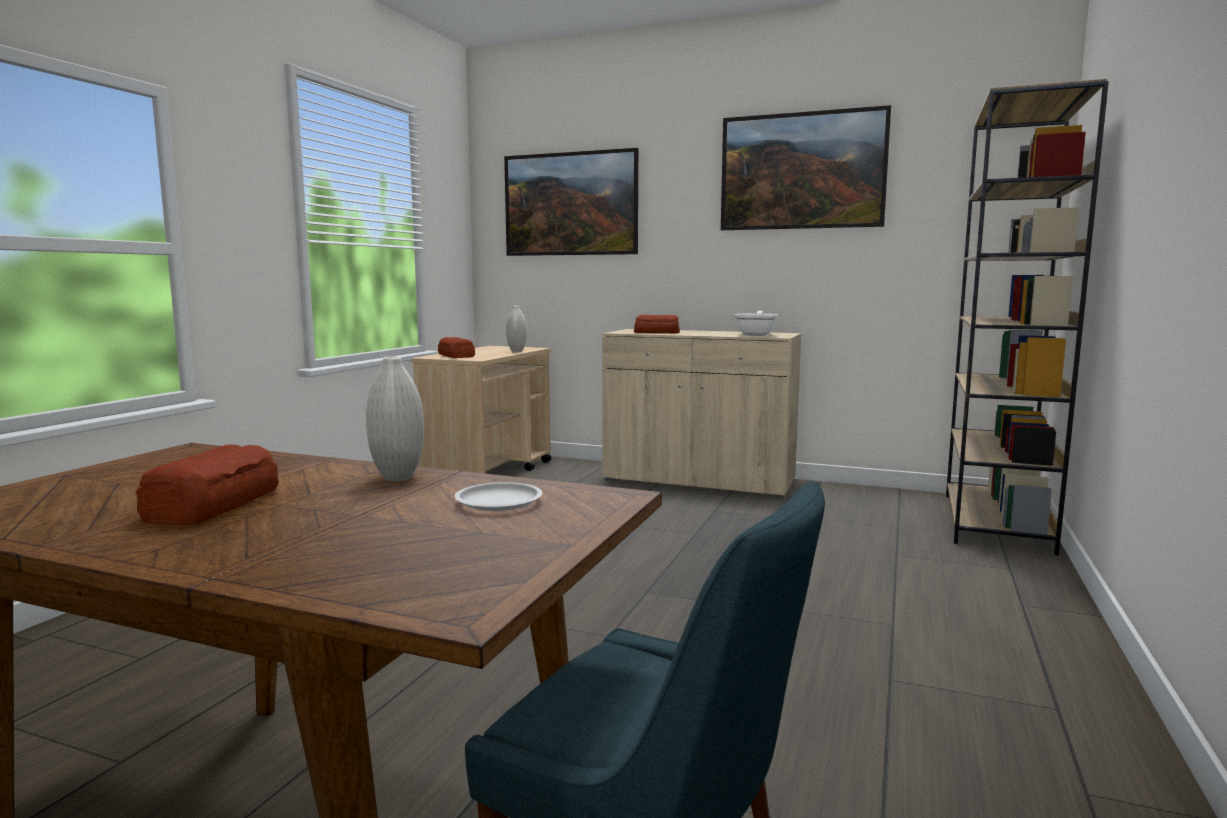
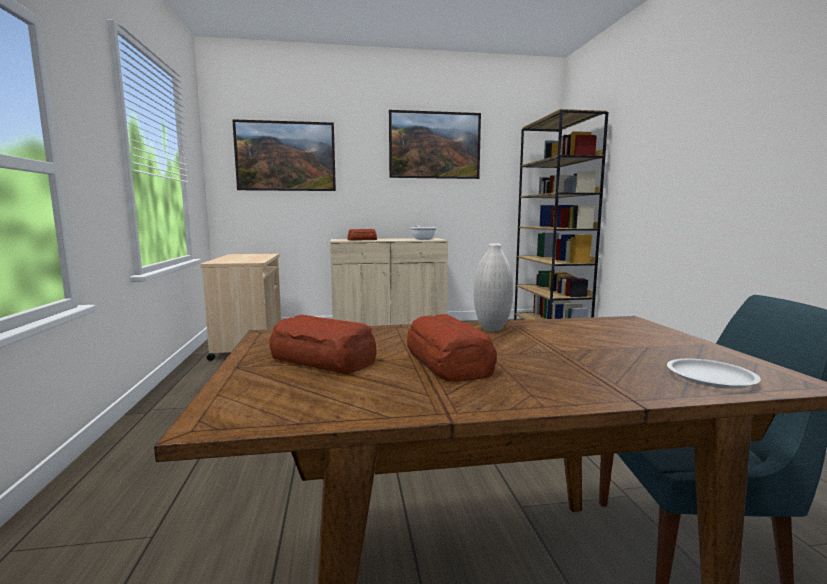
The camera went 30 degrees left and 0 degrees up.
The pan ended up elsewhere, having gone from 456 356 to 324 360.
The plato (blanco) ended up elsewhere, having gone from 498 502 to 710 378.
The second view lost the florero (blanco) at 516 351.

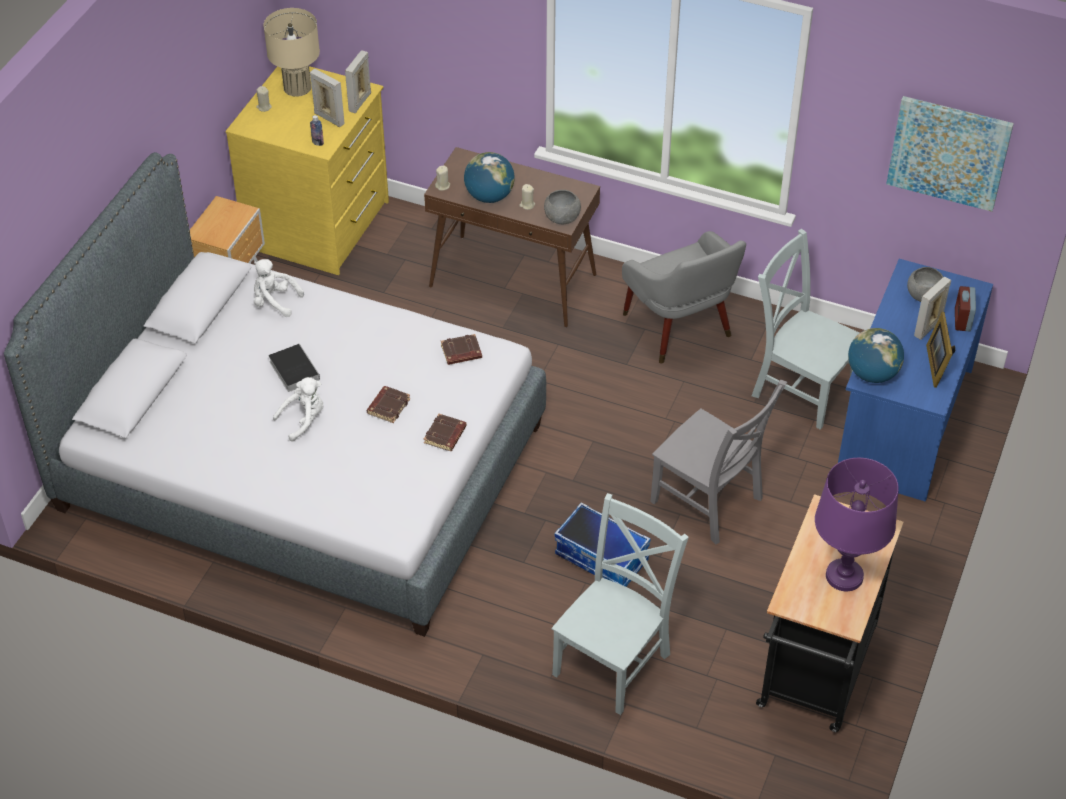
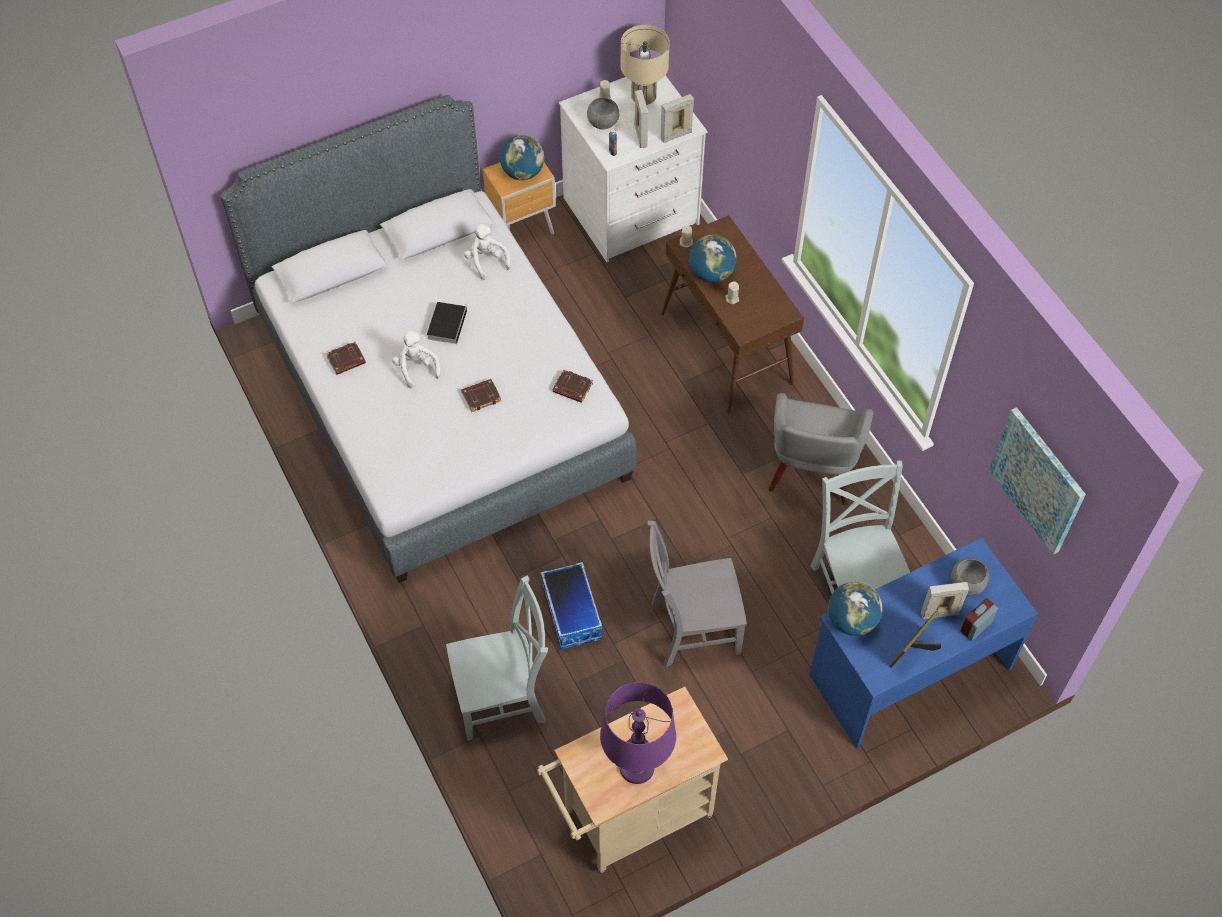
The camera went 40 degrees right and 10 degrees up.
The libro (marrón) ended up elsewhere, having gone from 445 435 to 346 361.
The peluche (blanco) at 304 420 ended up facing another way, 120 degrees counterclockwise from before.
The second view gained the globo terráqueo at 522 172.
What was the carrito (negro) at 815 675 turned into the carrito (beis) at 630 818.
What was the cómoda (amarillo) at 319 225 turned into the cómoda (blanco) at 631 212.
The cuenco (gris) ended up elsewhere, having gone from 562 218 to 603 122.
The silla (gris) at 709 503 ended up facing another way, 90 degrees clockwise from before.

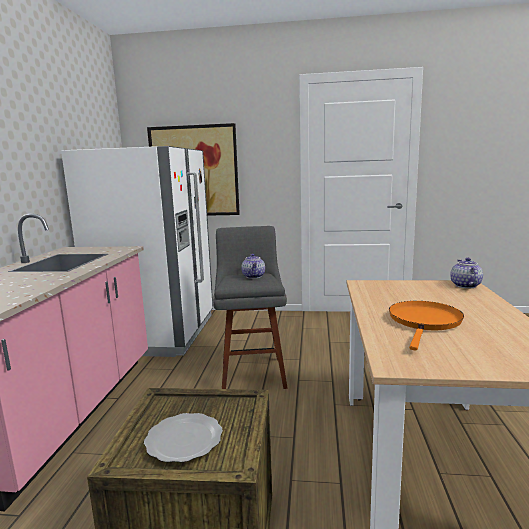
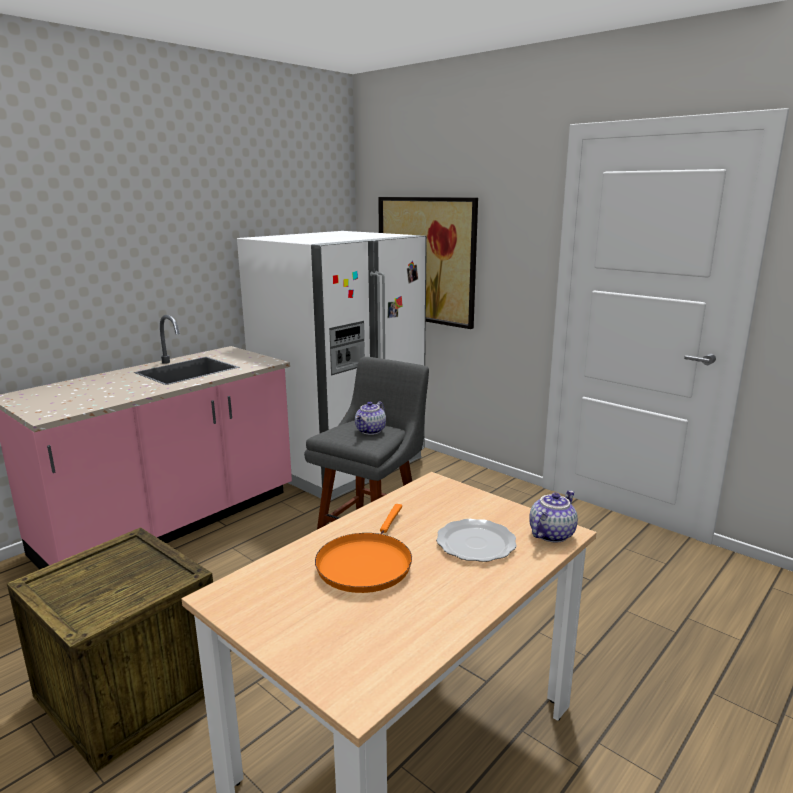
The camera went 35 degrees right and 5 degrees up.
The sartén (naranja) at 424 322 ended up facing another way, 135 degrees clockwise from before.
The plato ended up elsewhere, having gone from 184 440 to 475 544.

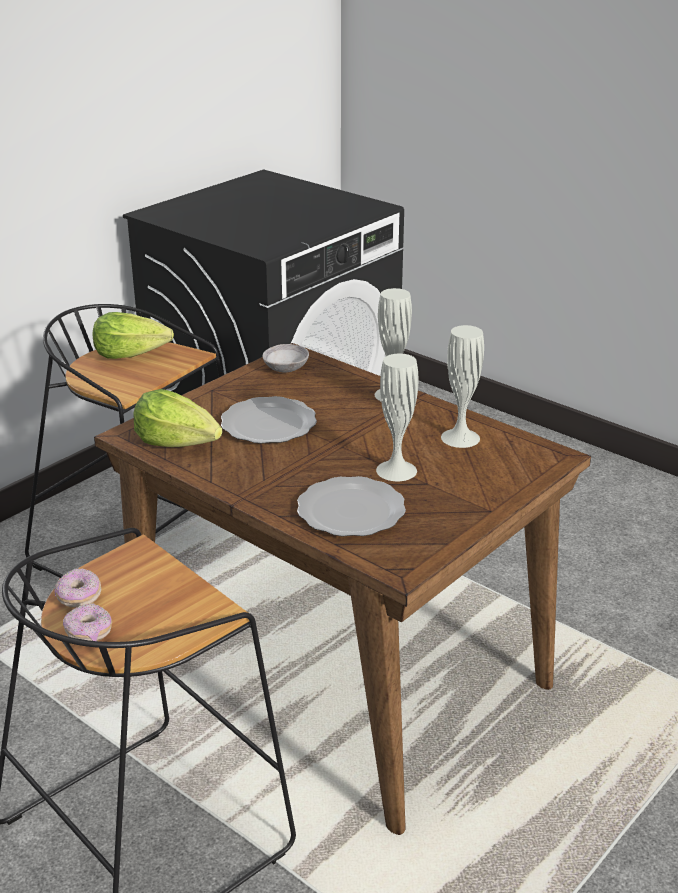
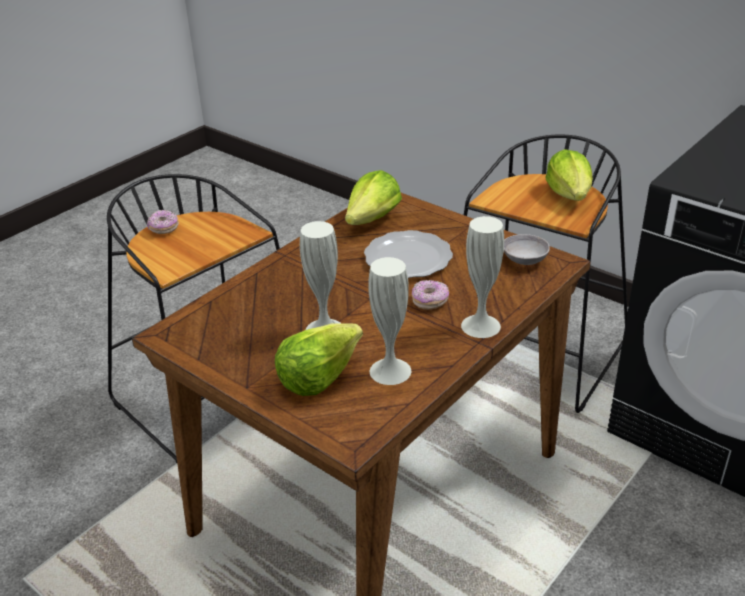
The camera went 90 degrees right and 5 degrees up.
The second view gained the lechuga at 318 375.
The rosquilla ended up elsewhere, having gone from 79 597 to 430 301.
The second view lost the plato at 350 510.

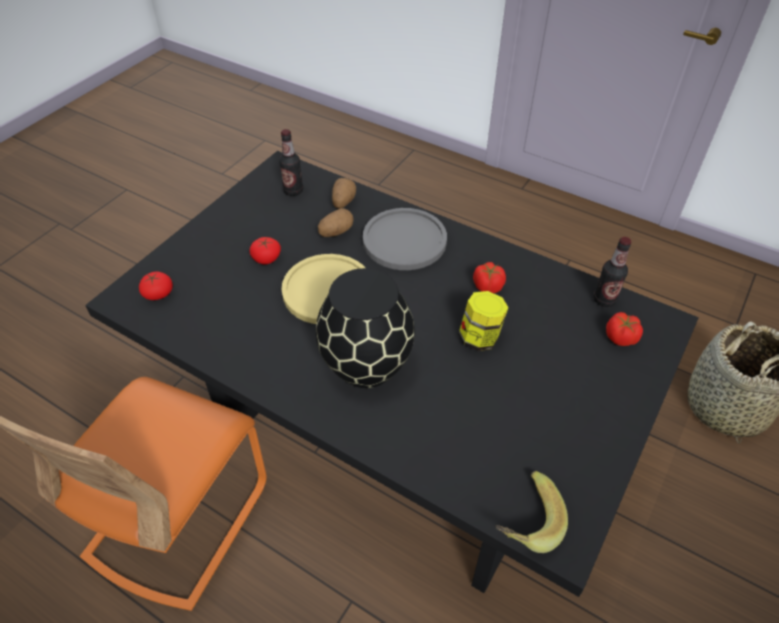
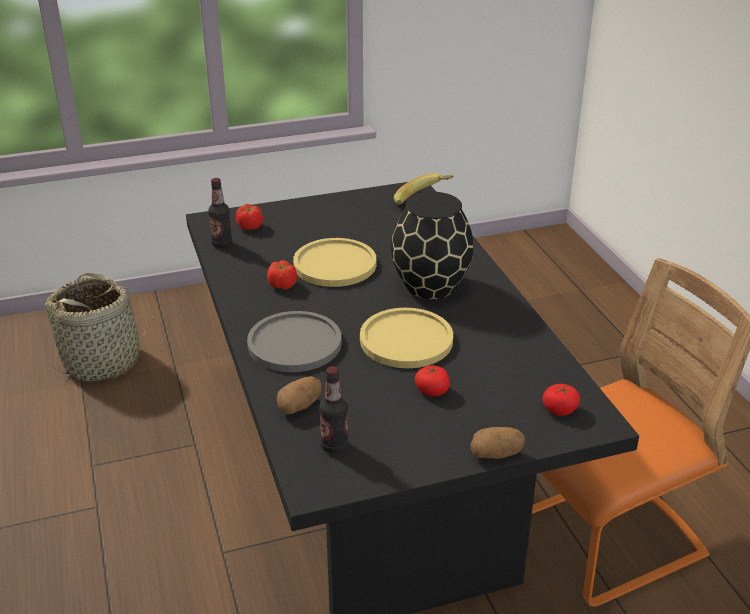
The camera went 140 degrees left and 15 degrees down.
Where the tarro stood at 480 337, the plato (amarillo) came to stand at 335 264.
The patata ended up elsewhere, having gone from 336 232 to 496 454.

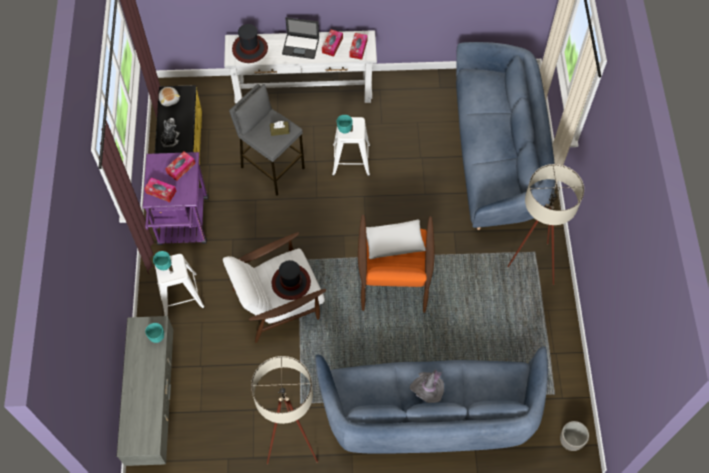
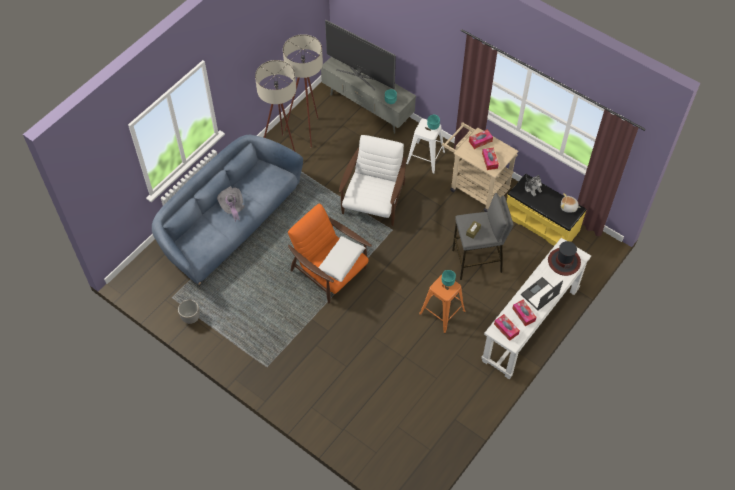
The camera went 130 degrees right and 5 degrees down.
The maceta ended up elsewhere, having gone from 570 441 to 191 318.
The lámpara de pie (beis) ended up elsewhere, having gone from 530 265 to 307 129.
The second view gained the televisor at 360 75.
What was the taburete (blanco) at 350 159 turned into the taburete (naranja) at 442 312.
What was the carrito (morado) at 183 226 turned into the carrito (beis) at 475 187.
The second view lost the sombrero at 290 282.
The second view lost the sofá (azul) at 497 157.

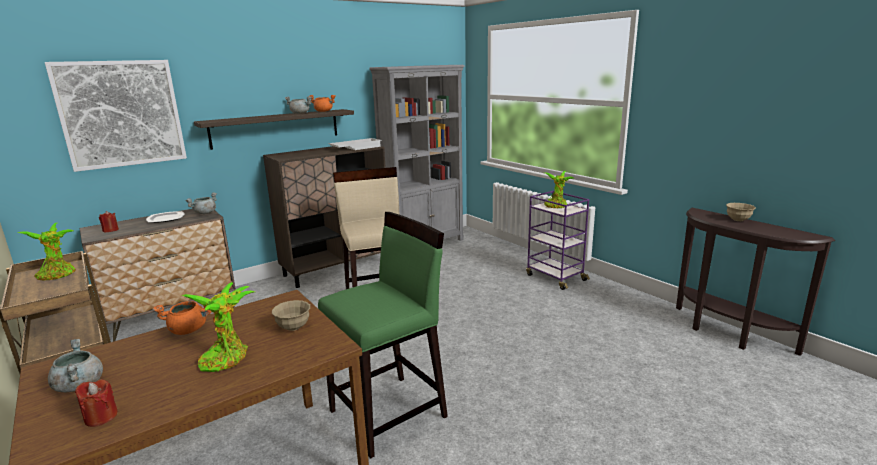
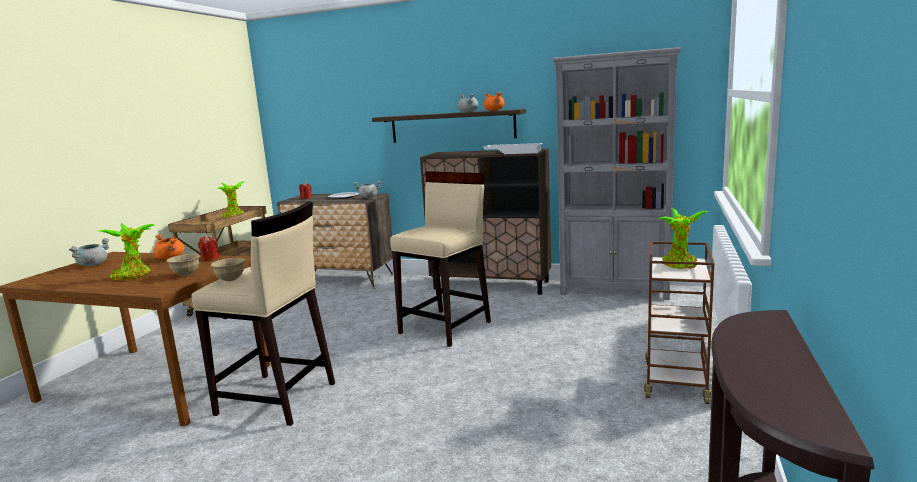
The camera went 55 degrees right and 5 degrees down.
What was the taburete (verde) at 389 413 turned into the taburete (beis) at 277 399.
The vela (rojo) ended up elsewhere, having gone from 101 417 to 210 258.
The cuenco (beis) ended up elsewhere, having gone from 738 220 to 230 279.
What was the carrito (morado) at 555 277 turned into the carrito (marrón) at 675 381.
The second view lost the cuadro at 121 114.

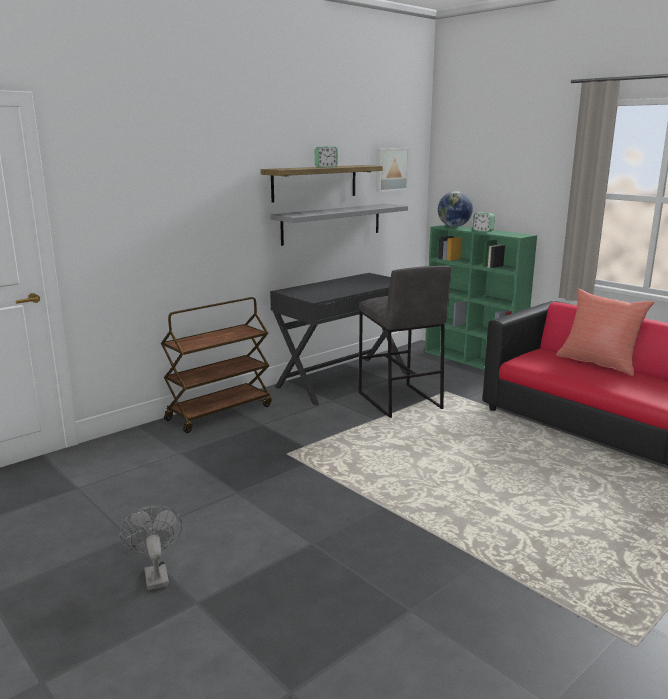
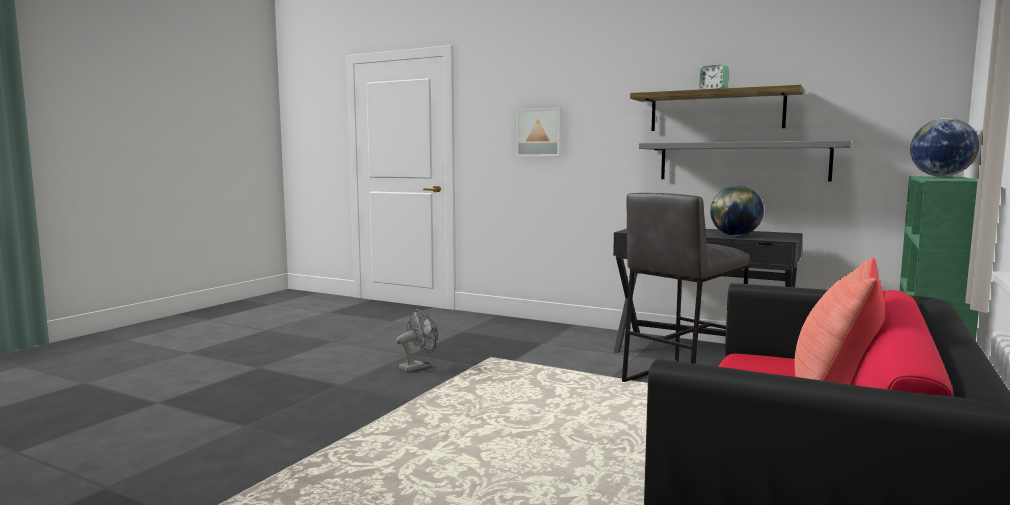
The camera went 70 degrees right and 10 degrees down.
The ventilador (gris) ended up elsewhere, having gone from 155 574 to 418 366.
The cuadro ended up elsewhere, having gone from 390 169 to 540 132.
The second view gained the globo terráqueo at 735 235.
The second view lost the carrito (marrón) at 219 412.
The second view lost the despertador at 482 231.

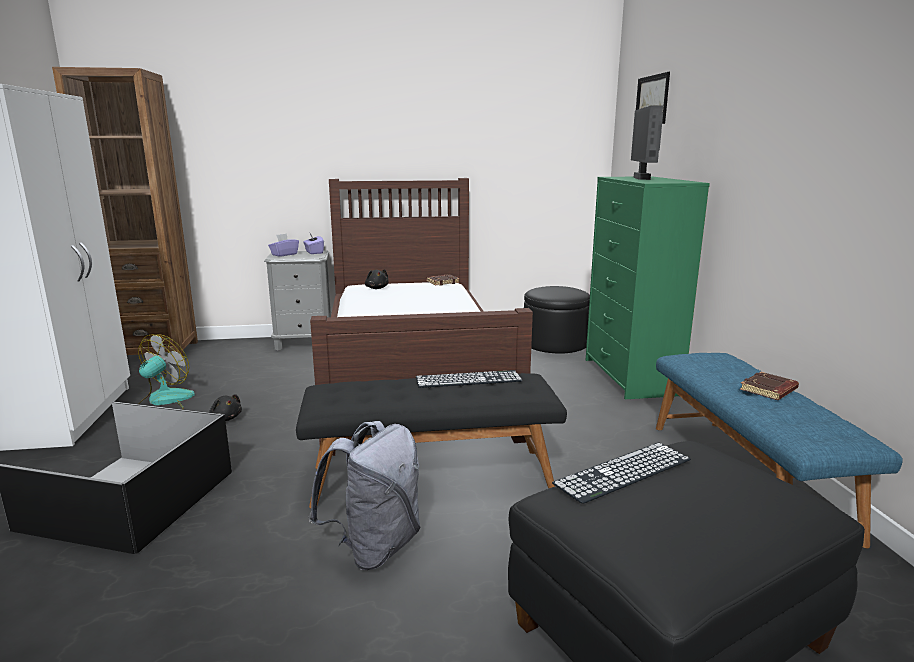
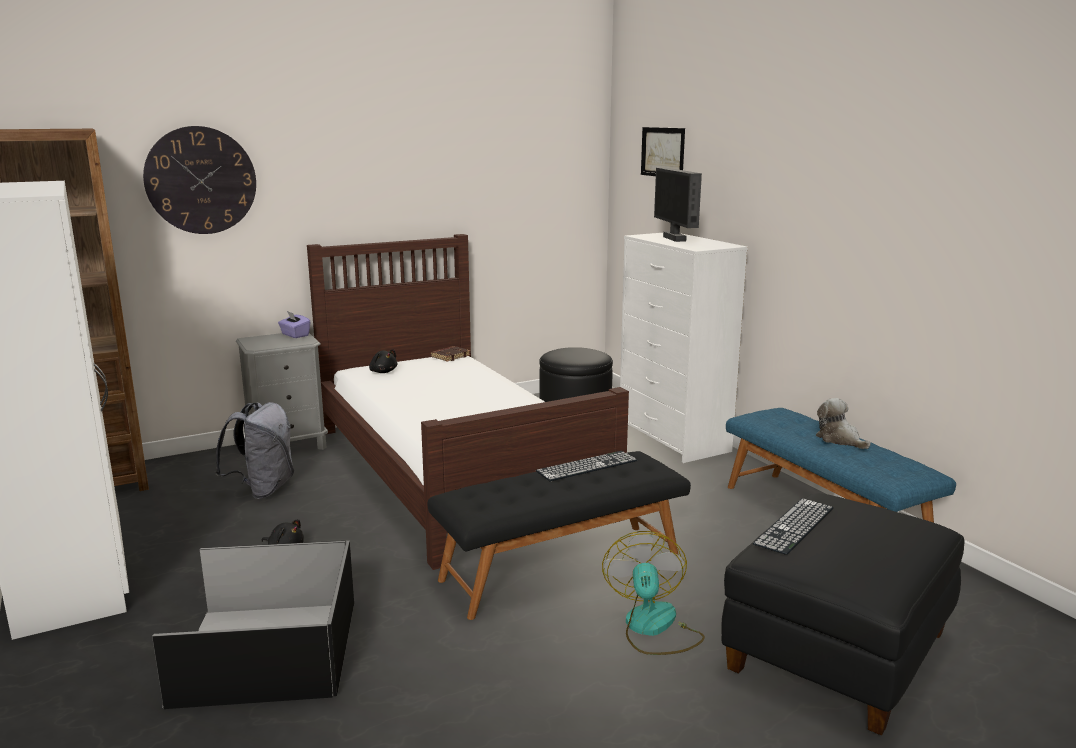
The camera went 20 degrees left and 0 degrees up.
The second view gained the reloj de pared at 201 180.
The mochila (gris) ended up elsewhere, having gone from 374 547 to 263 489.
The ventilador ended up elsewhere, having gone from 163 402 to 653 628.
What was the cómoda (verde) at 631 377 turned into the cómoda (blanco) at 673 439.
Where the libro (marrón) stood at 769 390, the peluche came to stand at 839 439.
The second view lost the caja de pañuelos (morado) at 284 254.

